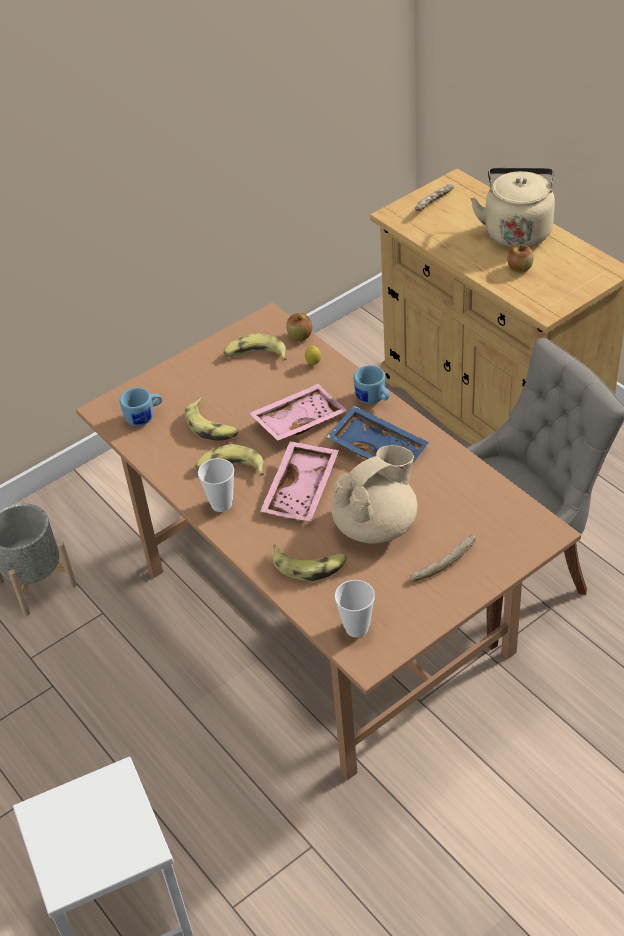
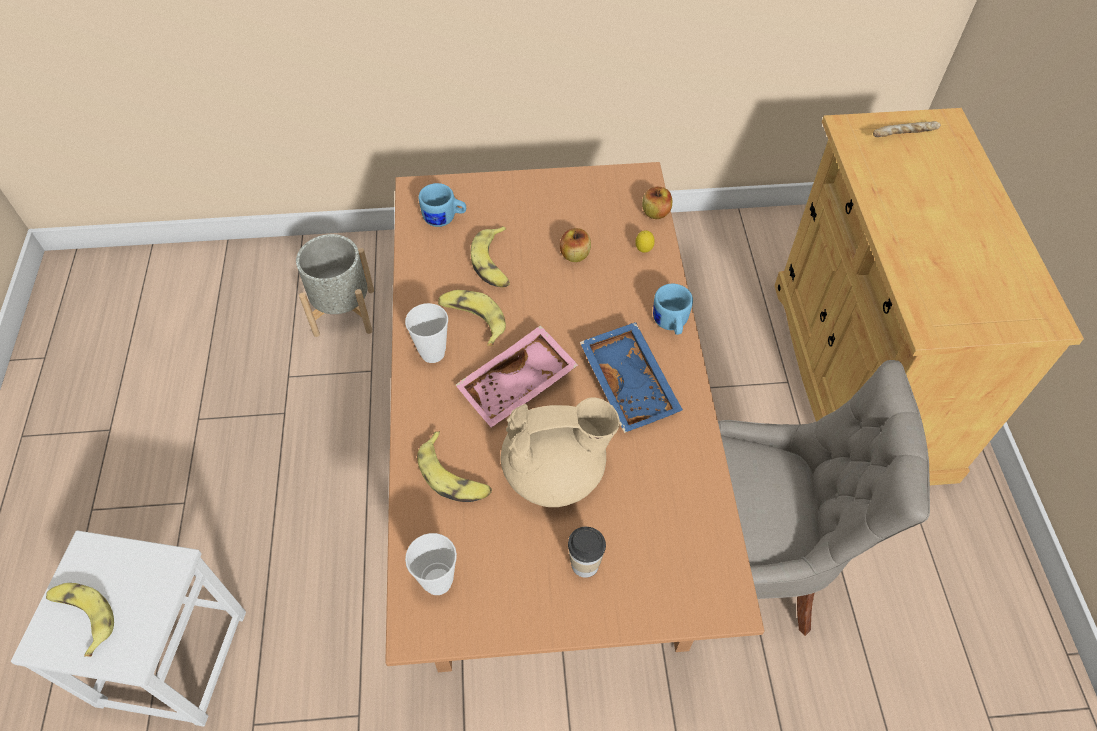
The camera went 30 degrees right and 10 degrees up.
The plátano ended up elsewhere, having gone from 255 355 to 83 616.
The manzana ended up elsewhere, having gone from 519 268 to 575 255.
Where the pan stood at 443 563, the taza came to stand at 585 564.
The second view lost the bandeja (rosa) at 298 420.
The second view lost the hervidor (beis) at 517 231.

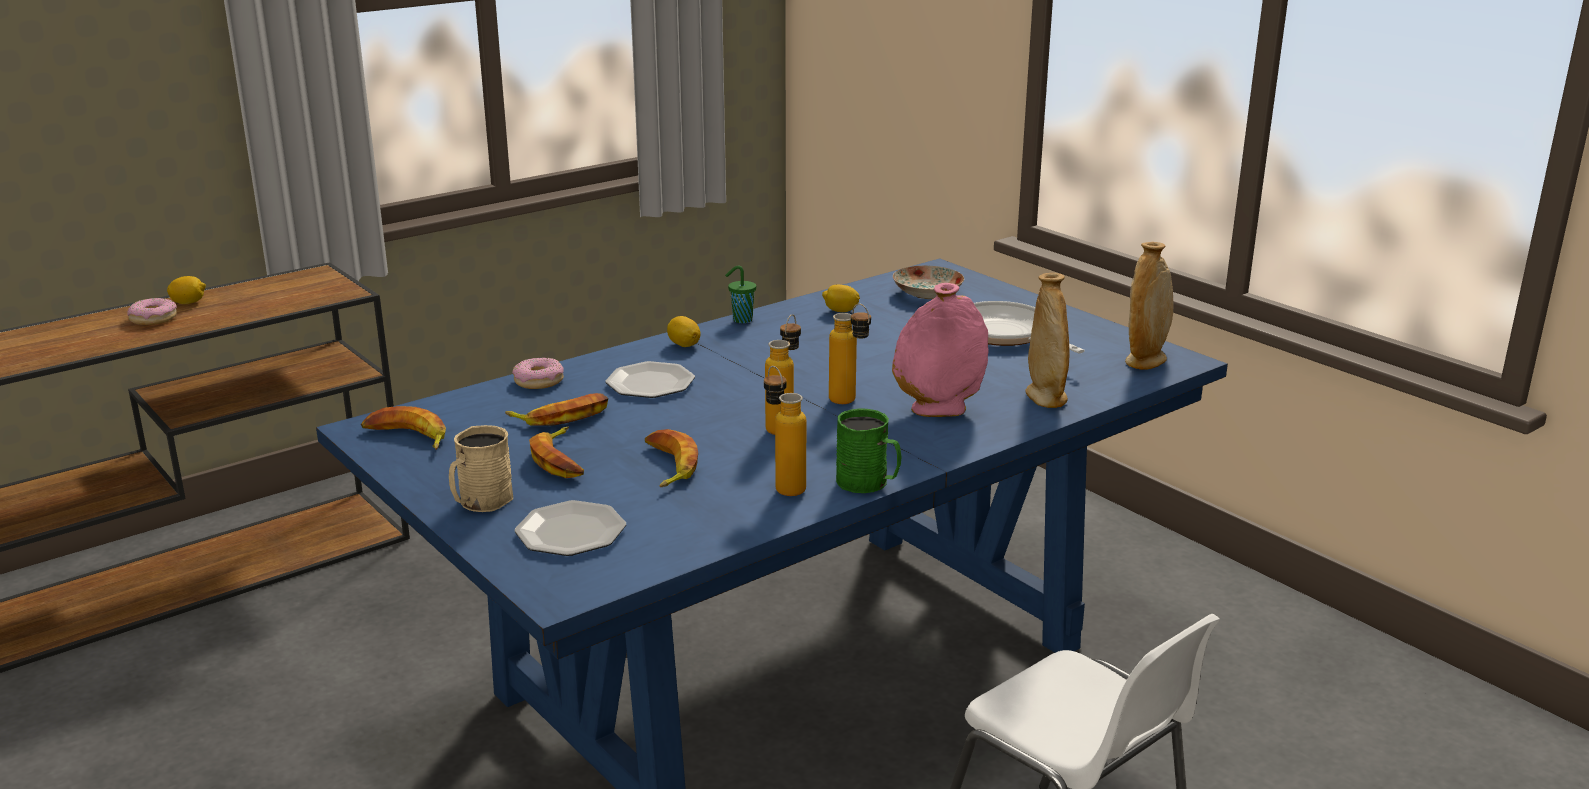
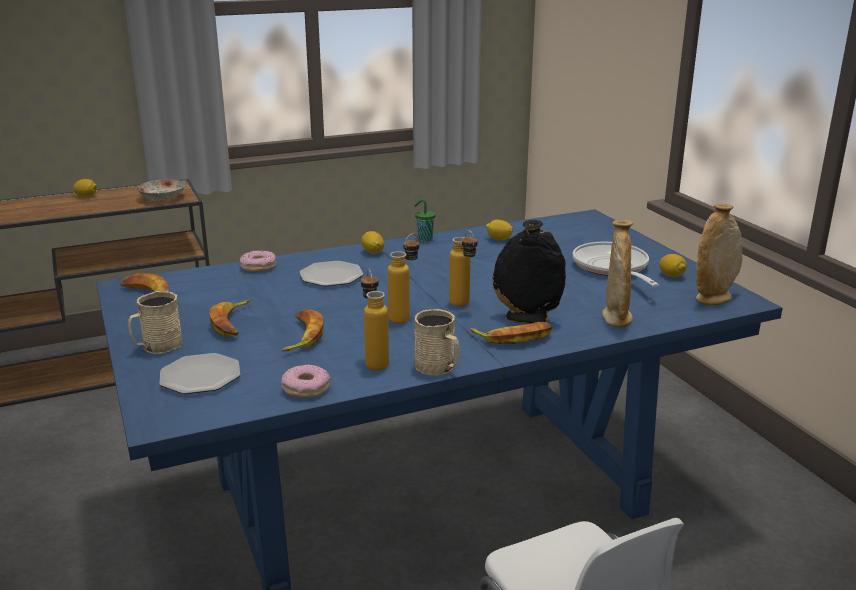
The camera went 15 degrees right and 0 degrees up.
The plato ended up elsewhere, having gone from 926 294 to 162 197.
The rosquilla ended up elsewhere, having gone from 153 319 to 306 388.
What was the taza grande (verde) at 868 483 turned into the taza grande (beis) at 438 368.
The plátano ended up elsewhere, having gone from 562 417 to 514 338.
What was the florero (rosa) at 938 410 turned into the florero (negro) at 526 318.
The second view gained the limón at 671 276.

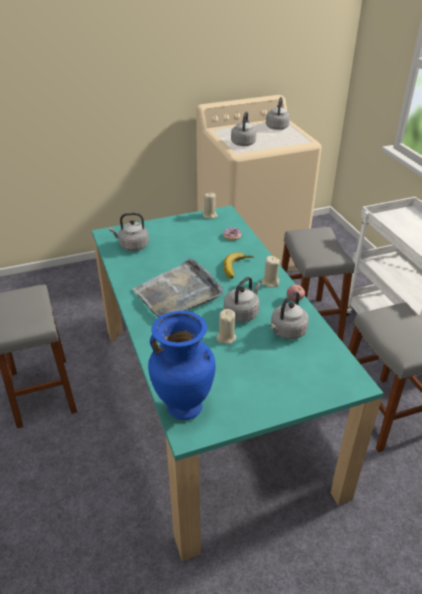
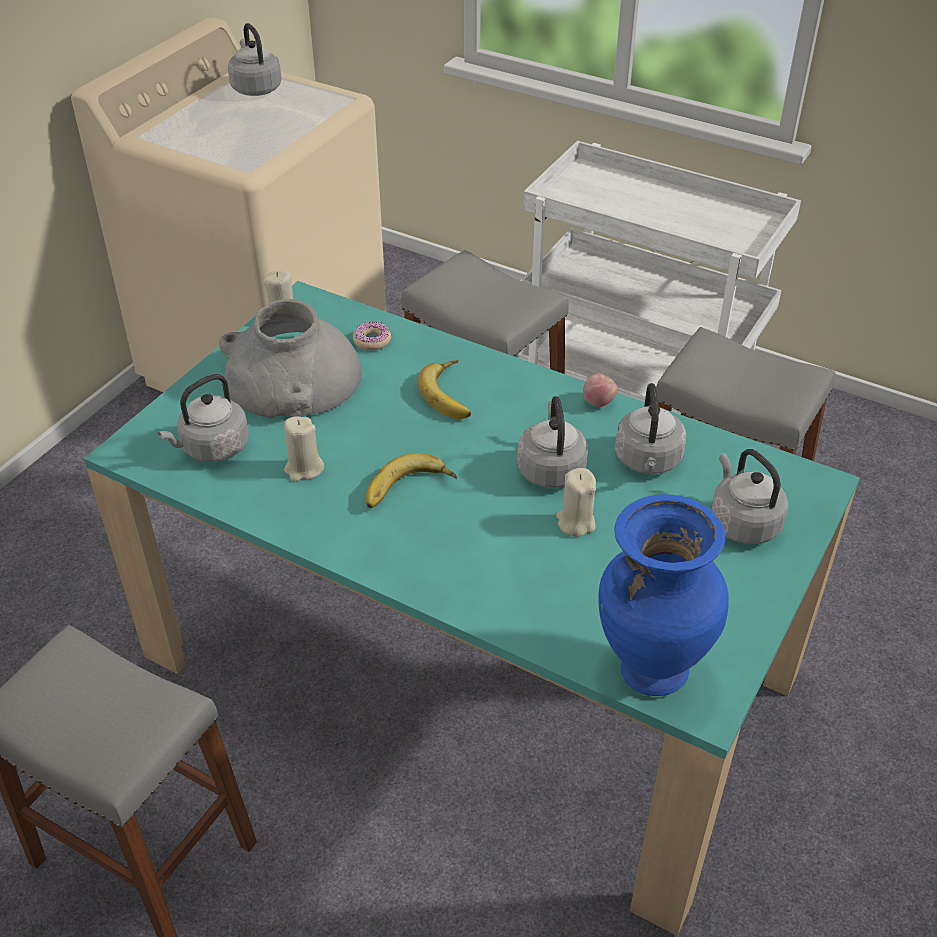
The camera went 40 degrees left and 5 degrees up.
The second view gained the florero (gris) at 293 378.
The vela (beis) ended up elsewhere, having gone from 270 282 to 304 469.
Where the bandeja (gris) stood at 178 292, the plátano came to stand at 409 490.
The hervidor (gris) ended up elsewhere, having gone from 243 143 to 742 522.

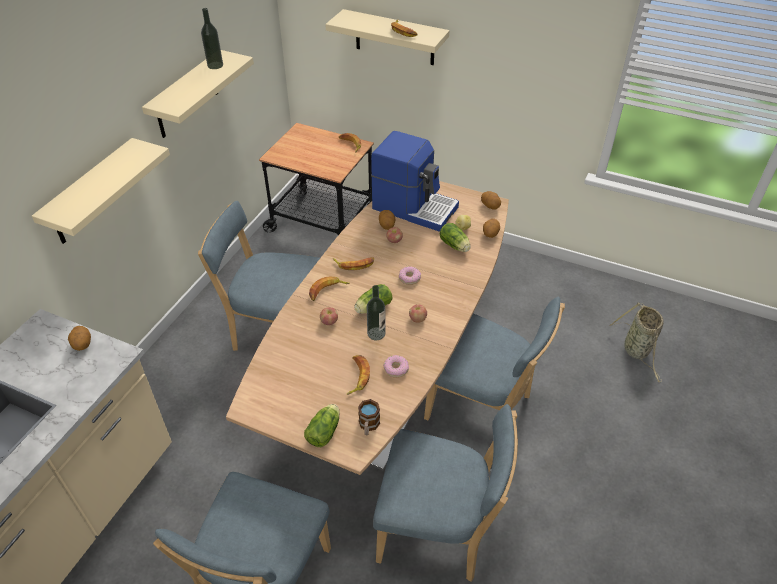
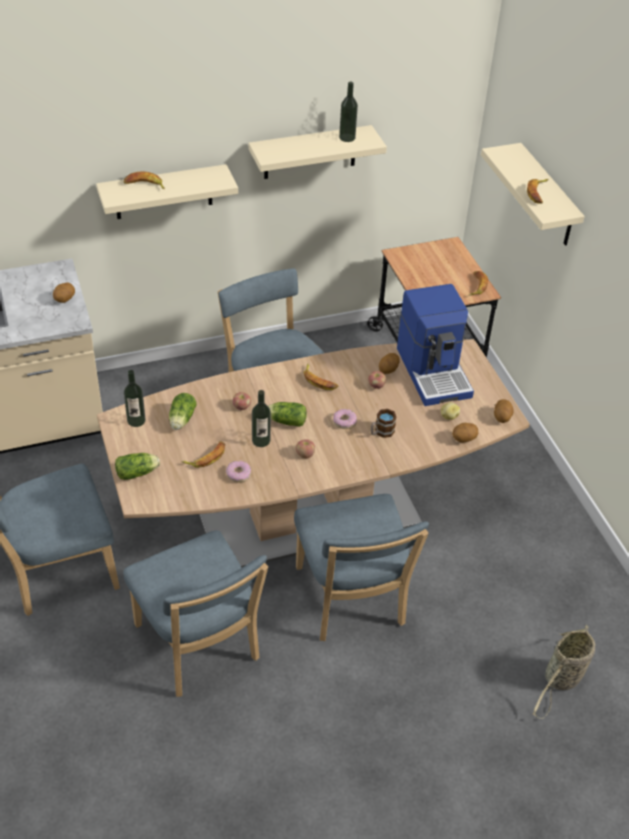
The camera went 45 degrees right and 0 degrees up.
The plátano ended up elsewhere, having gone from 327 291 to 144 185.
The second view gained the botella at 136 420.
The lechuga ended up elsewhere, having gone from 455 246 to 181 420.
The taza grande ended up elsewhere, having gone from 368 426 to 381 432.

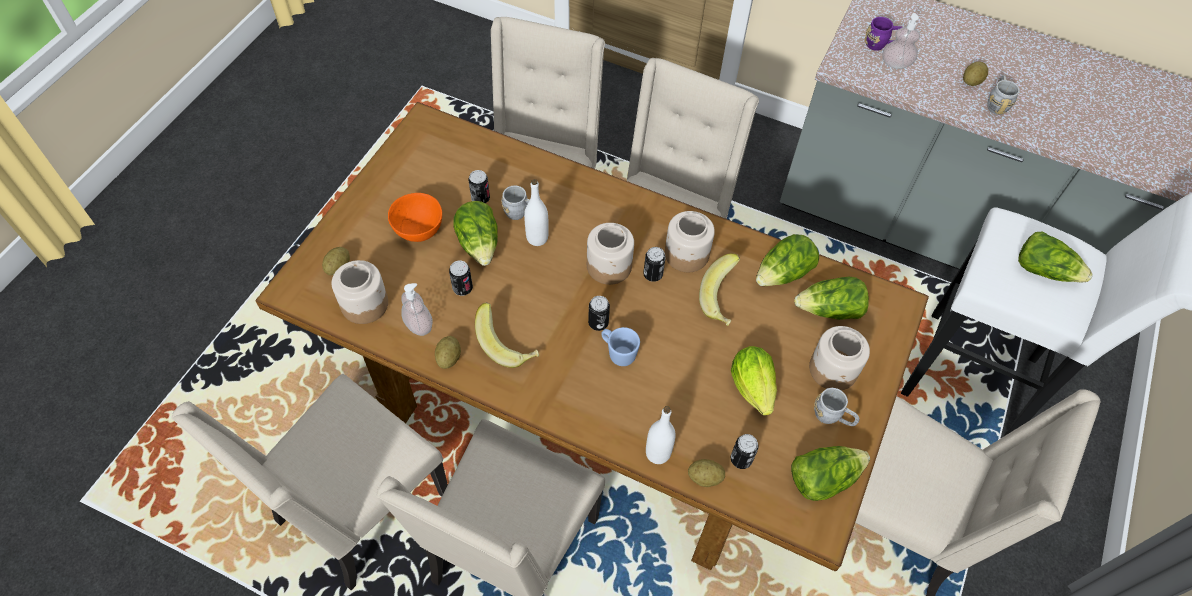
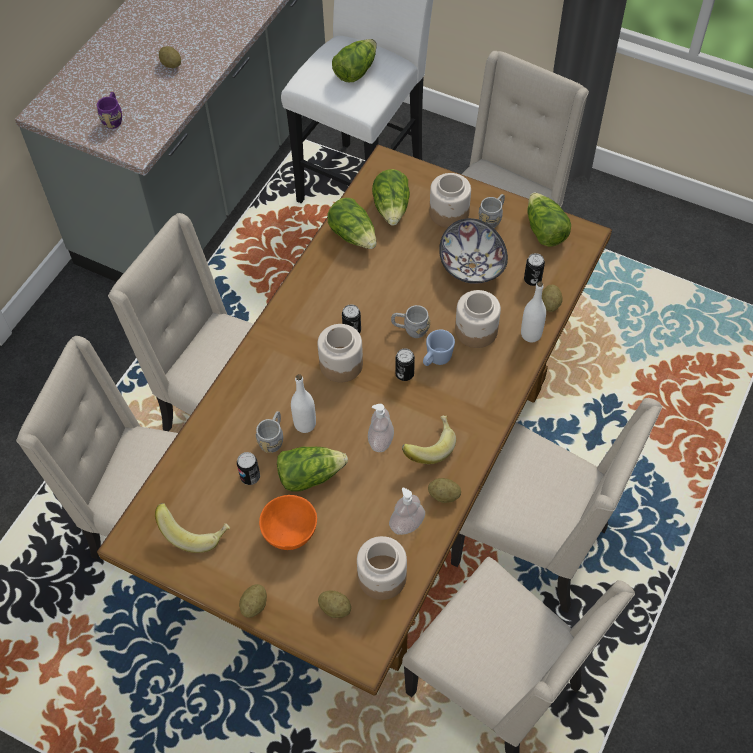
The camera went 85 degrees left and 0 degrees up.
The plátano ended up elsewhere, having gone from 723 300 to 195 531.
The second view gained the patata at 254 605.
The dispensador de jabón ended up elsewhere, having gone from 896 64 to 381 440.
The taza grande (gris) ended up elsewhere, having gone from 996 103 to 410 329.
Where the lechuga stood at 753 391, the cuenco came to stand at 471 266.
The tarro ended up elsewhere, having gone from 686 254 to 476 331.
The second view lost the lata at 462 288.

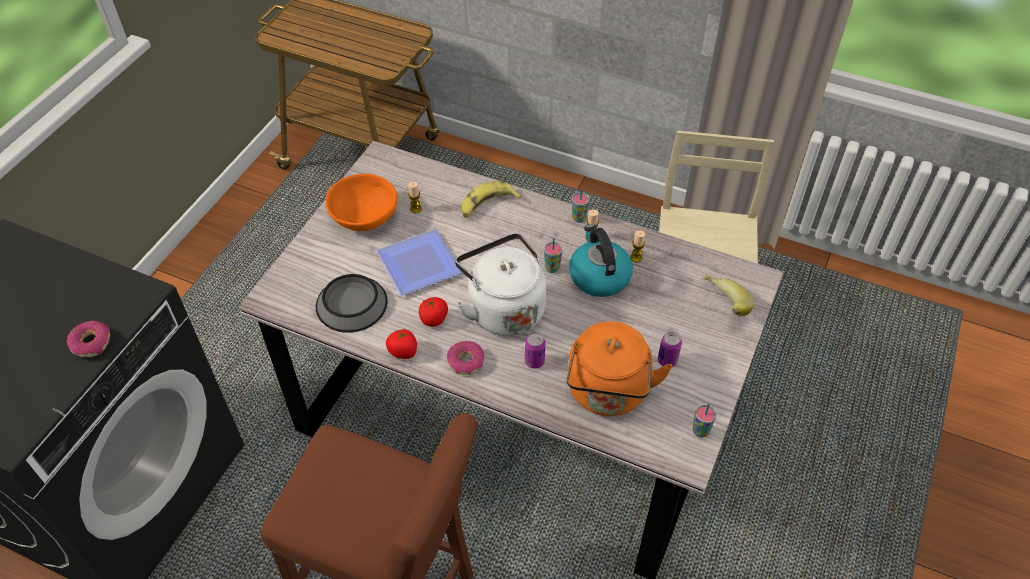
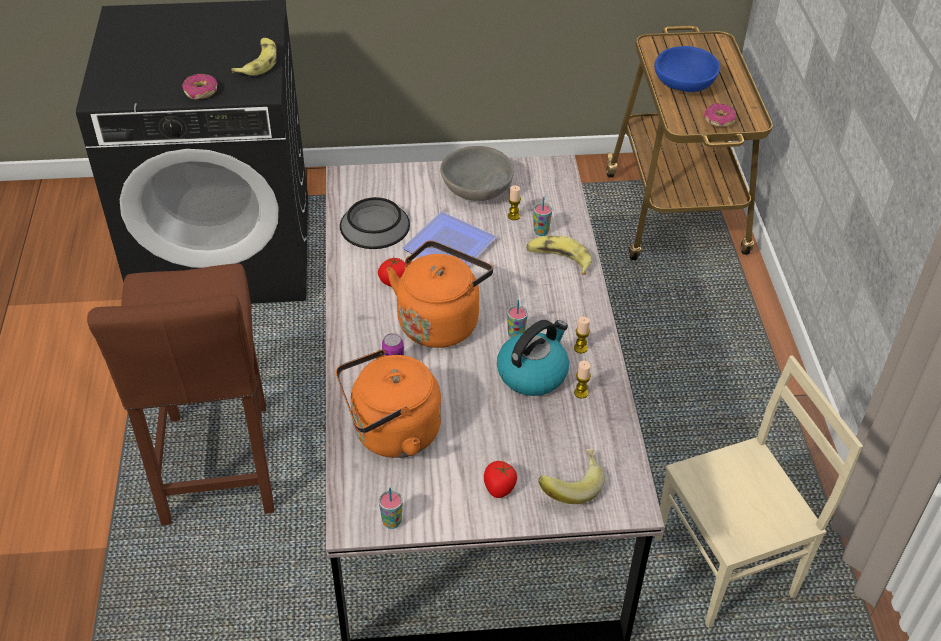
The camera went 60 degrees right and 5 degrees down.
The second view gained the plátano at 258 62.
What was the hervidor (blanco) at 503 308 turned into the hervidor (naranja) at 440 321.
What was the cuenco (naranja) at 365 217 turned into the cuenco (gris) at 477 190.
The tomate ended up elsewhere, having gone from 403 351 to 499 488.
The taza ended up elsewhere, having gone from 579 218 to 541 232.
The second view gained the cuenco (azul) at 683 85.
The rosquilla ended up elsewhere, having gone from 466 362 to 718 120.
The second view lost the lata at 667 360.

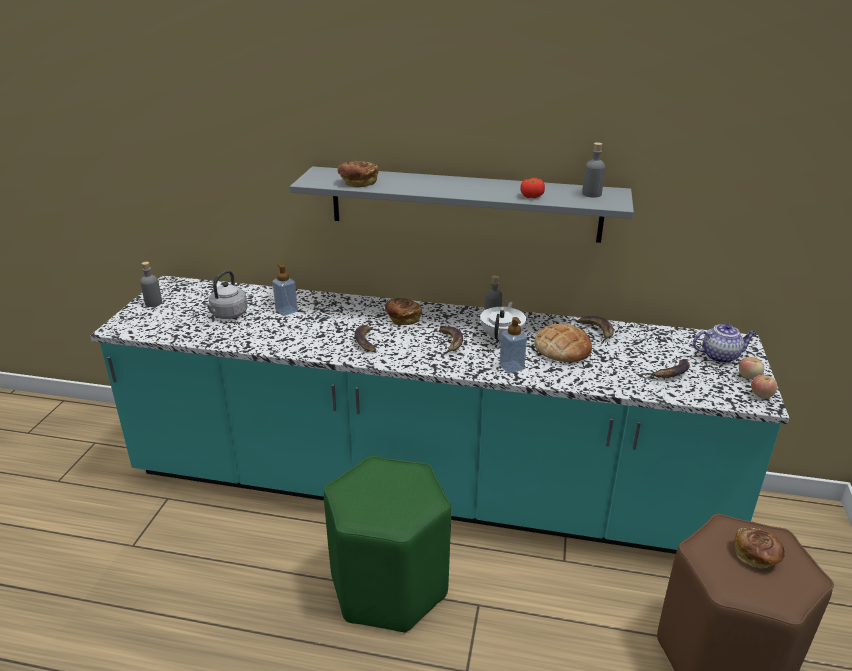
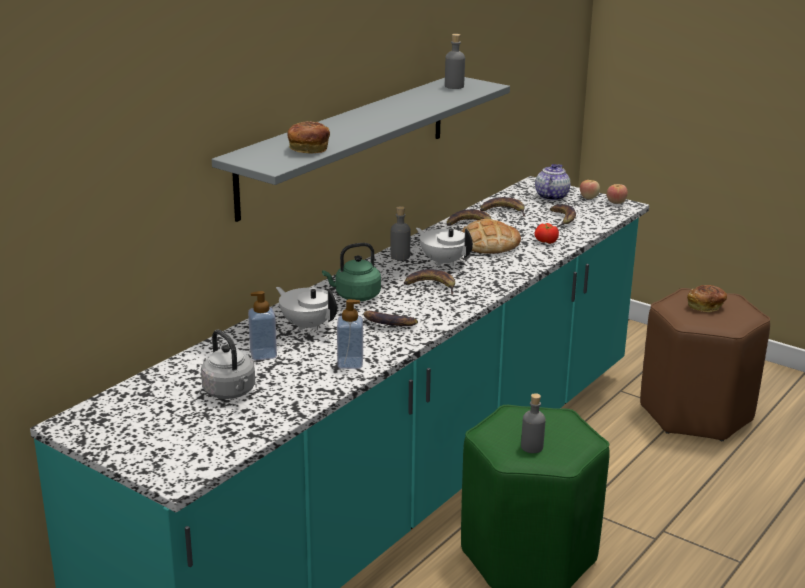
The camera went 65 degrees left and 5 degrees down.
The second view gained the tetera (blanco) at 307 325.
Where the pan stood at 402 318, the hervidor (verde) came to stand at 355 296.
The dispensador de jabón ended up elsewhere, having gone from 511 367 to 350 363.
The second view gained the plátano at 503 211.
The botella (gris) ended up elsewhere, having gone from 153 303 to 532 447.
The tomate ended up elsewhere, having gone from 531 196 to 546 241.

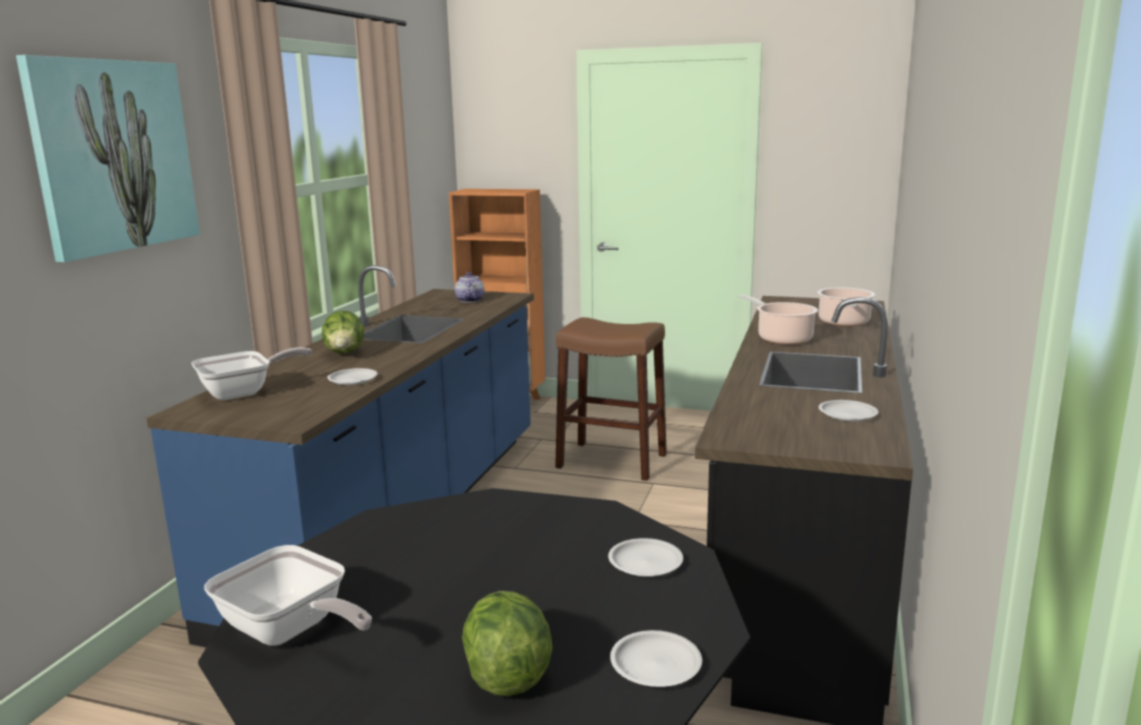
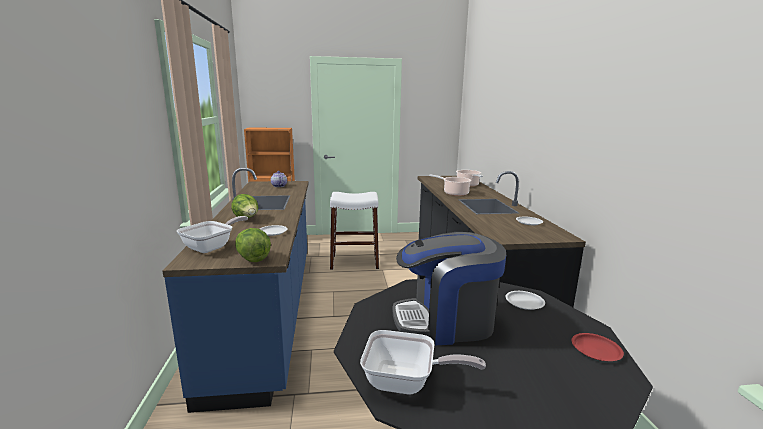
The camera went 25 degrees left and 0 degrees up.
The lechuga ended up elsewhere, having gone from 507 673 to 253 258.
What was the taburete (marrón) at 611 461 turned into the taburete (blanco) at 354 262.
The second view gained the cafetera at 446 321.
What was the plato (blanco) at 655 664 turned into the plato (rojo) at 595 350.
The second view lost the cuadro at 115 156.

